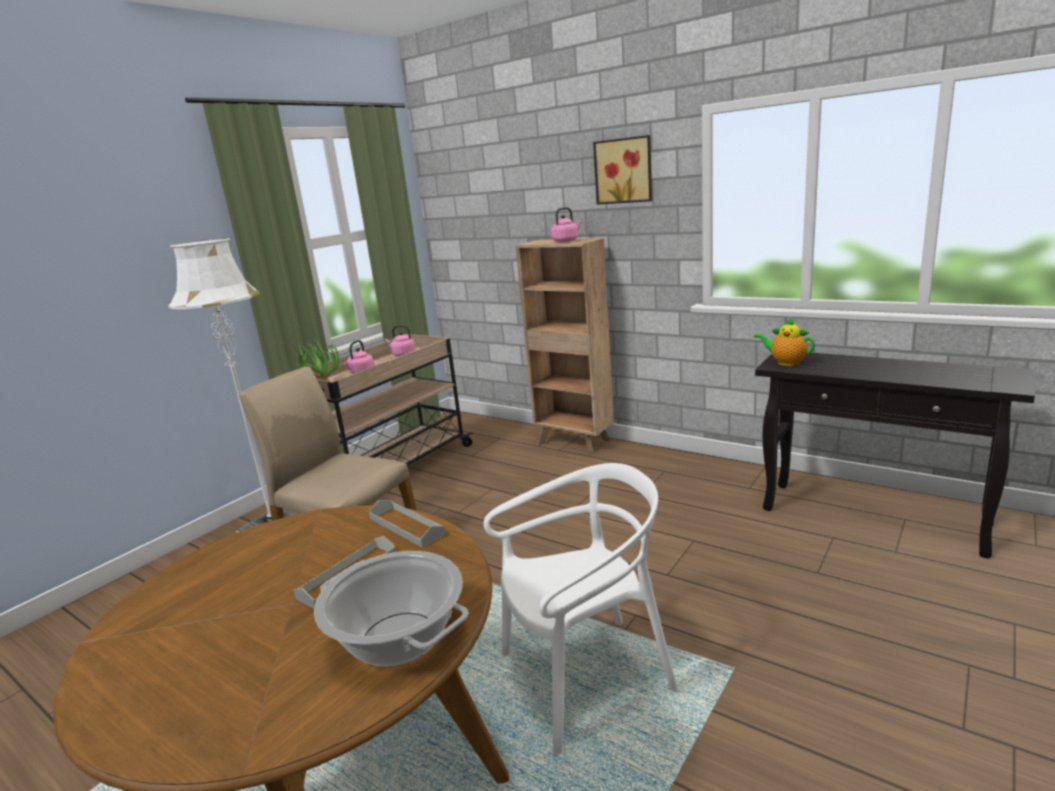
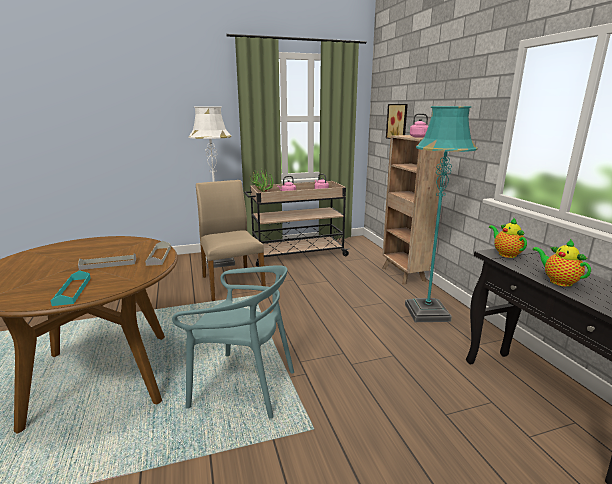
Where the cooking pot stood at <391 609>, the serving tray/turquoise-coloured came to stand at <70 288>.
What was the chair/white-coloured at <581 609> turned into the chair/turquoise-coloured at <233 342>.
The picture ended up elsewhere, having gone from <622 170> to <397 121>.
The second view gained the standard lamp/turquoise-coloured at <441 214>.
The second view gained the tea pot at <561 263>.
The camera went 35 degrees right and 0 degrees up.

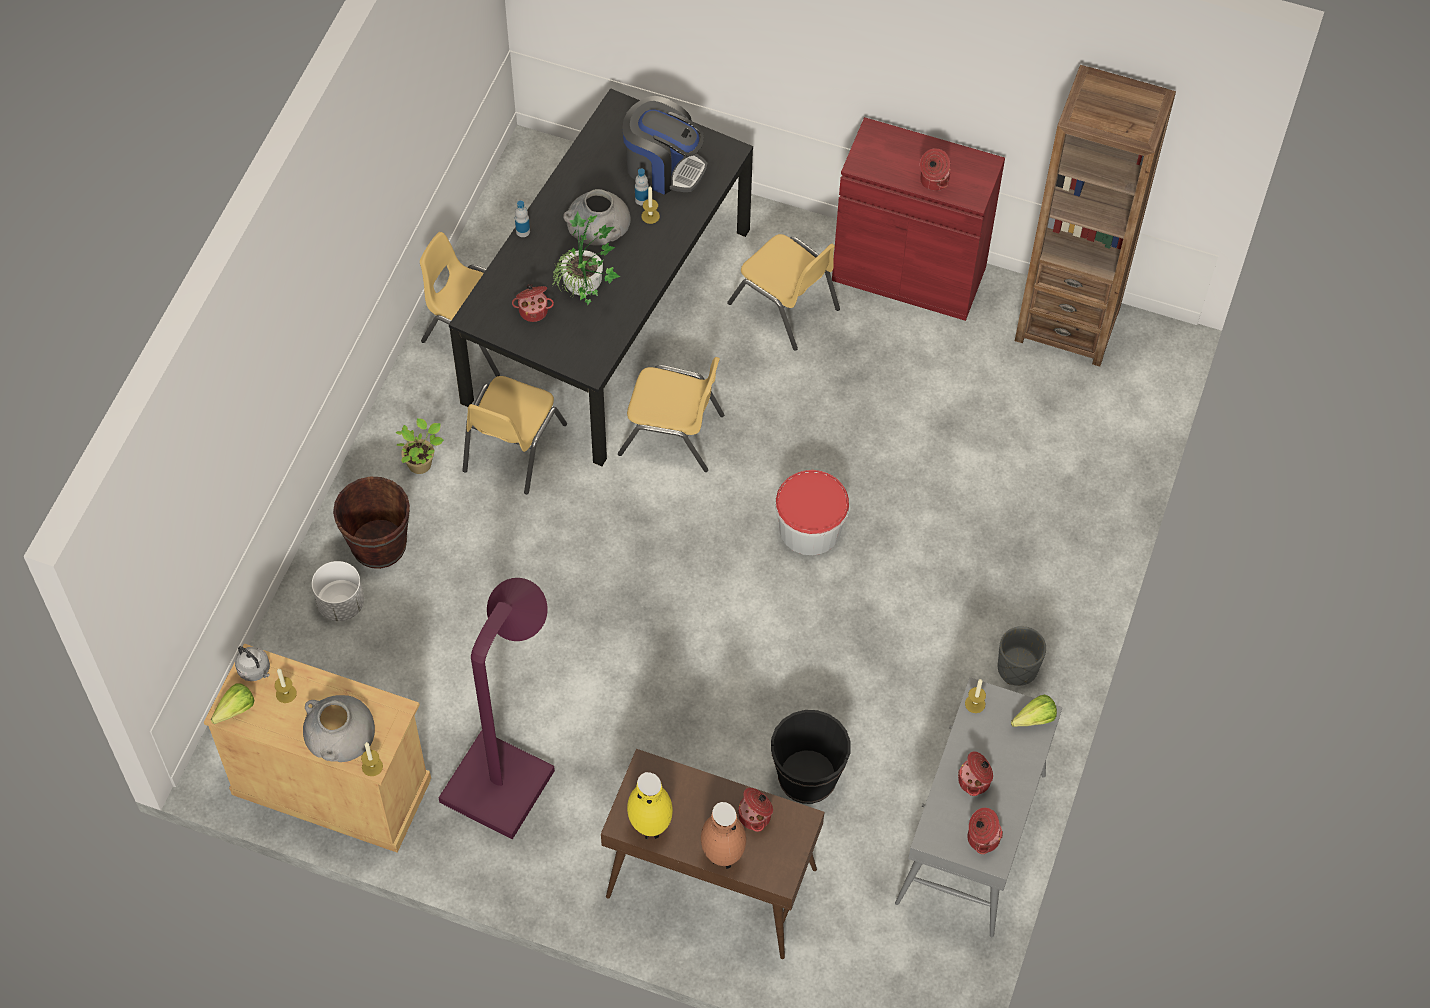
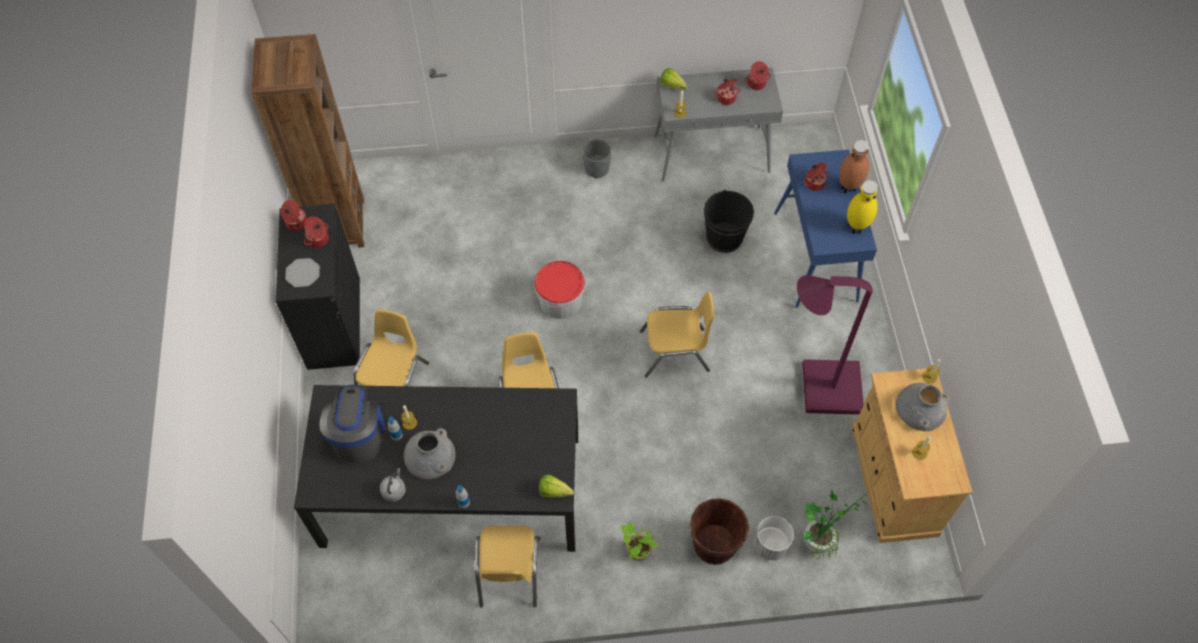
The head of lettuce ended up elsewhere, having gone from <232 703> to <556 486>.
The tea kettle/greyish ended up elsewhere, having gone from <252 663> to <393 485>.
The chair/yellow ended up elsewhere, having gone from <515 435> to <677 335>.
The cooking pot ended up elsewhere, having gone from <533 303> to <294 215>.
The potted plant ended up elsewhere, having gone from <586 258> to <834 525>.
What was the narrow table/brown-coloured at <712 854> turned into the narrow table/blue-coloured at <825 229>.
What was the cabinet/red-coloured at <918 219> turned into the cabinet/blackish at <318 287>.
The second view gained the plate at <302 272>.
The camera went 115 degrees left and 0 degrees up.

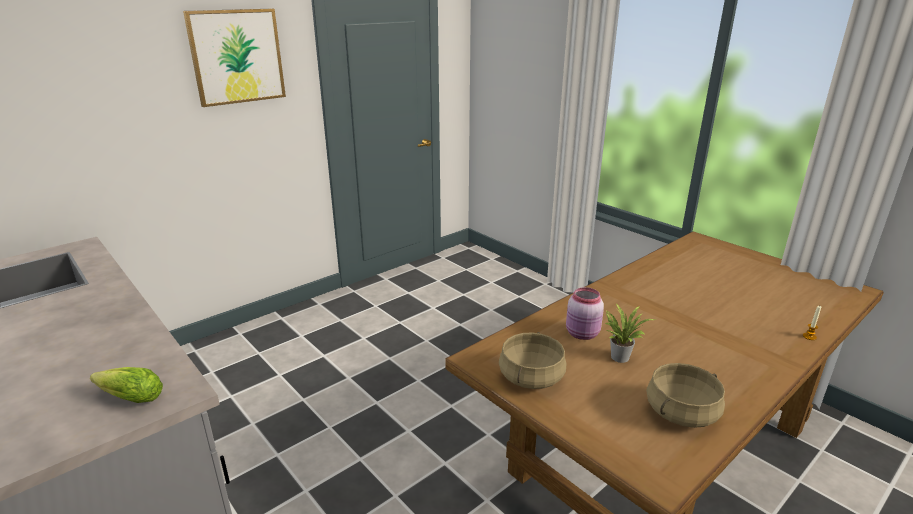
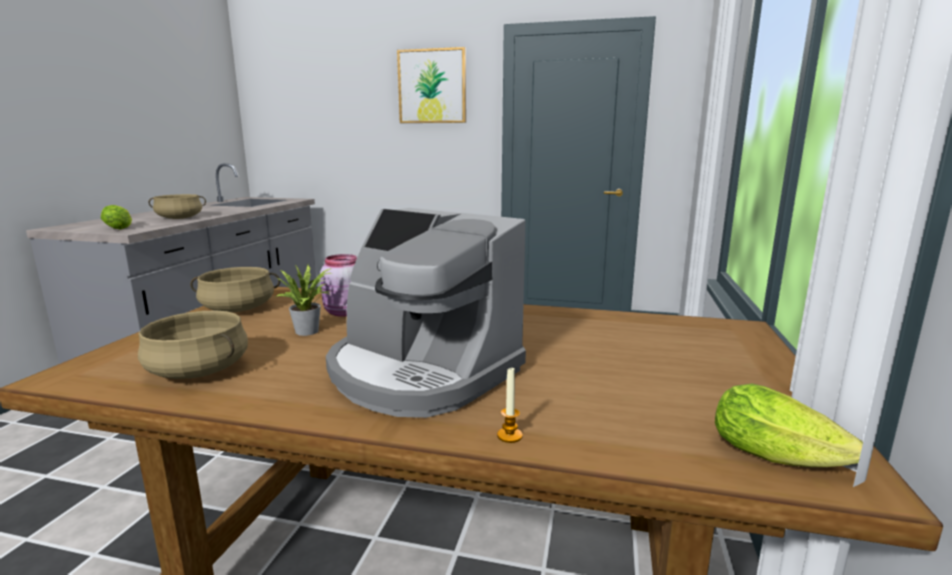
The second view gained the cooking pot/beige at <177 206>.
The second view gained the coffee maker at <426 313>.
The second view gained the head of lettuce at <789 425>.
The camera went 55 degrees right and 10 degrees down.

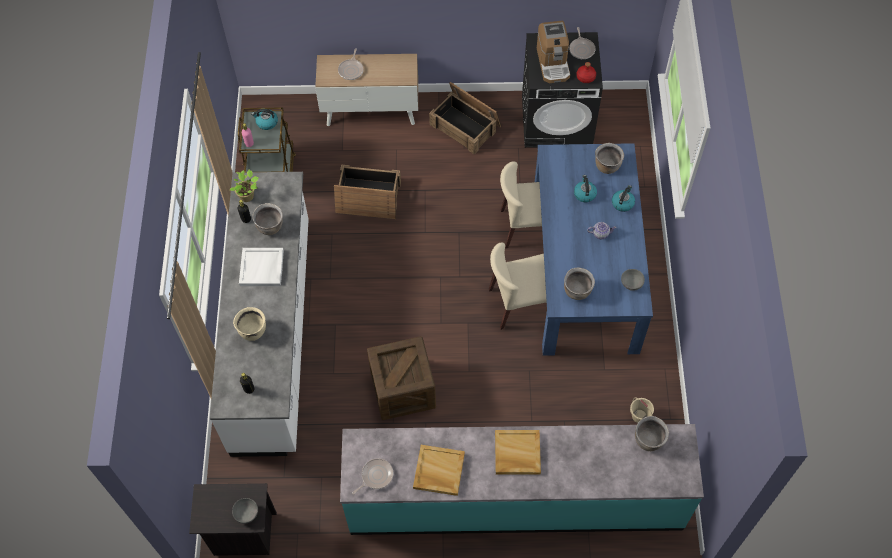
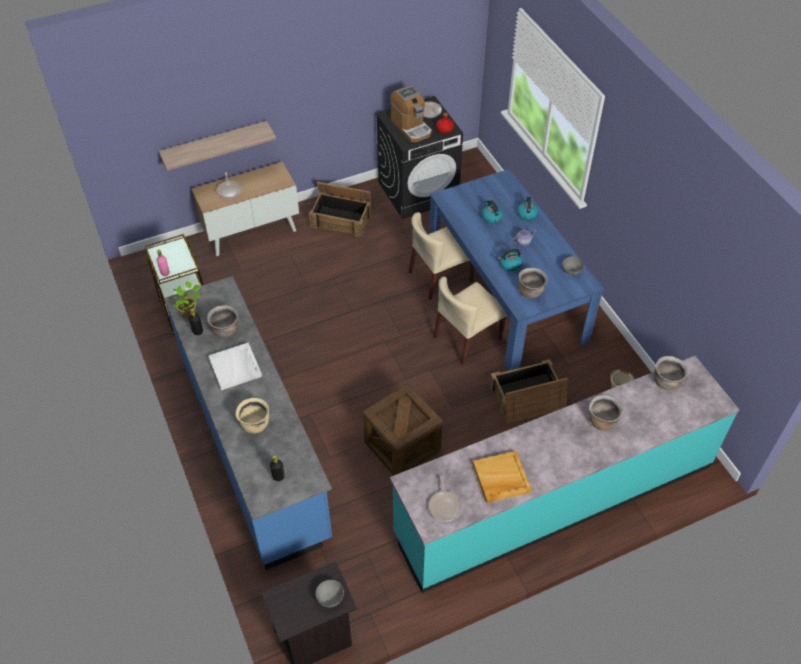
What was the kitchen counter/white-coloured at <259 314> turned into the kitchen counter/blue-coloured at <248 423>.
The tea kettle ended up elsewhere, having gone from <264 119> to <510 260>.
The packing crate ended up elsewhere, having gone from <367 191> to <529 391>.
The skillet at <372 476> ended up facing another way, 150 degrees clockwise from before.
The second view lost the serving tray/beige at <518 452>.
The cooking pot/brown-coloured ended up elsewhere, having gone from <609 158> to <606 413>.
The second view gained the wall shelf at <217 146>.
The camera went 25 degrees left and 10 degrees down.

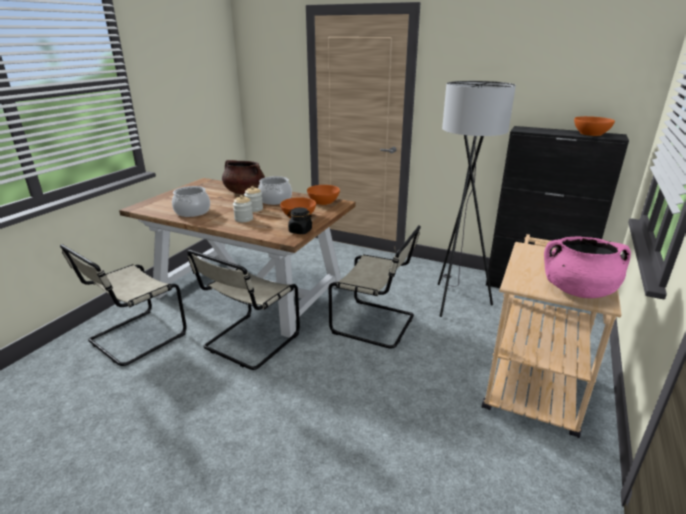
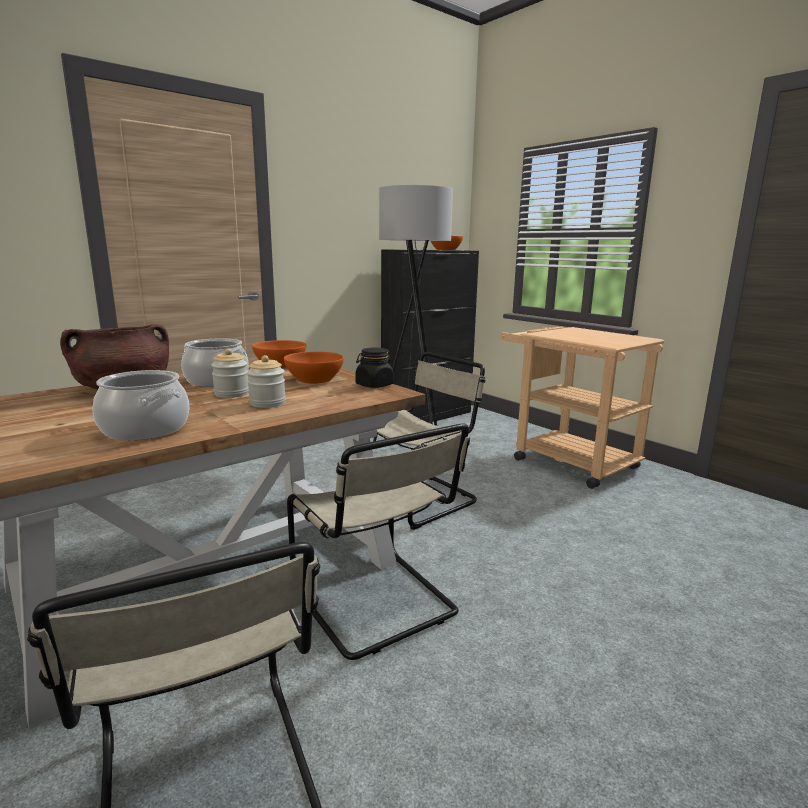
The second view lost the cooking pot/pink-coloured at <587 267>.
The camera went 65 degrees left and 10 degrees down.

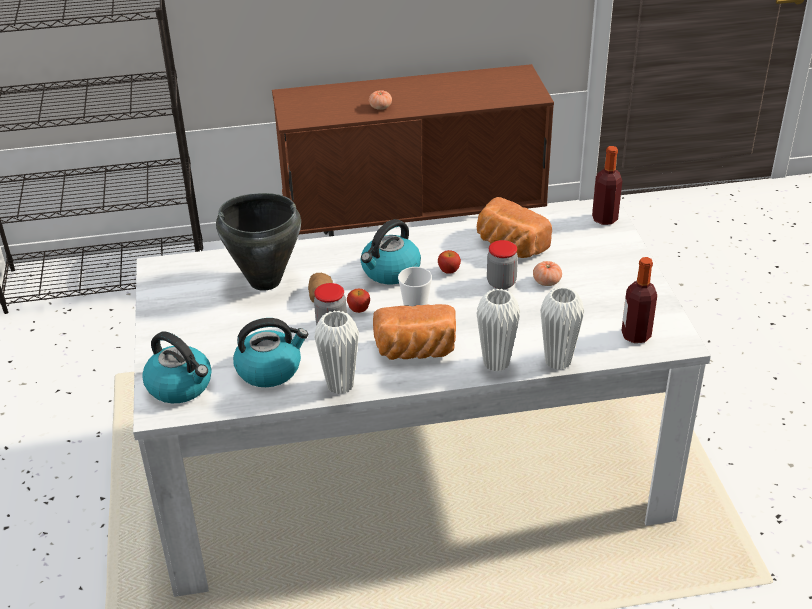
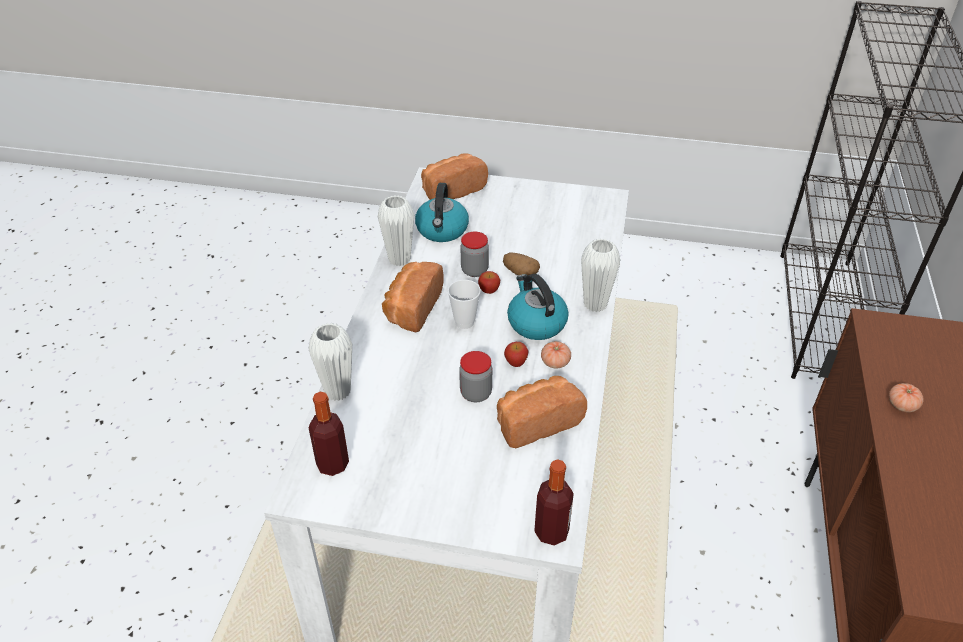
Where the tea kettle stood at <177 367>, the bakery bread came to stand at <454 176>.
The second view lost the cooking pot/blackish at <258 242>.
The vase/white-coloured ended up elsewhere, having gone from <498 330> to <600 275>.
The whole tomato ended up elsewhere, having gone from <547 273> to <556 355>.
The camera went 110 degrees right and 5 degrees up.

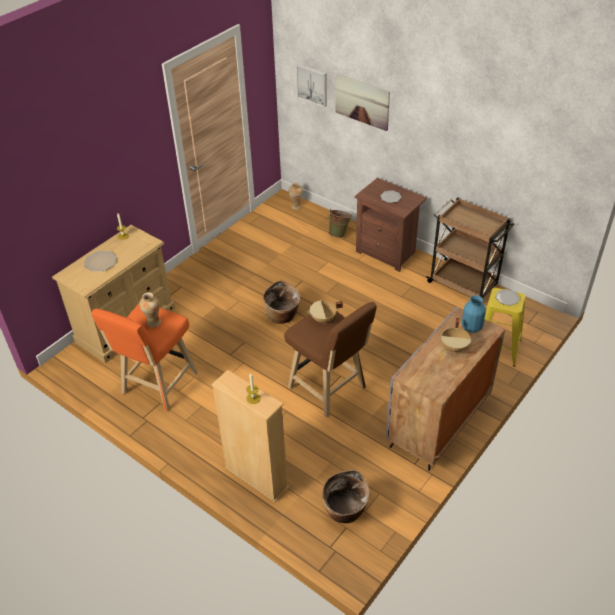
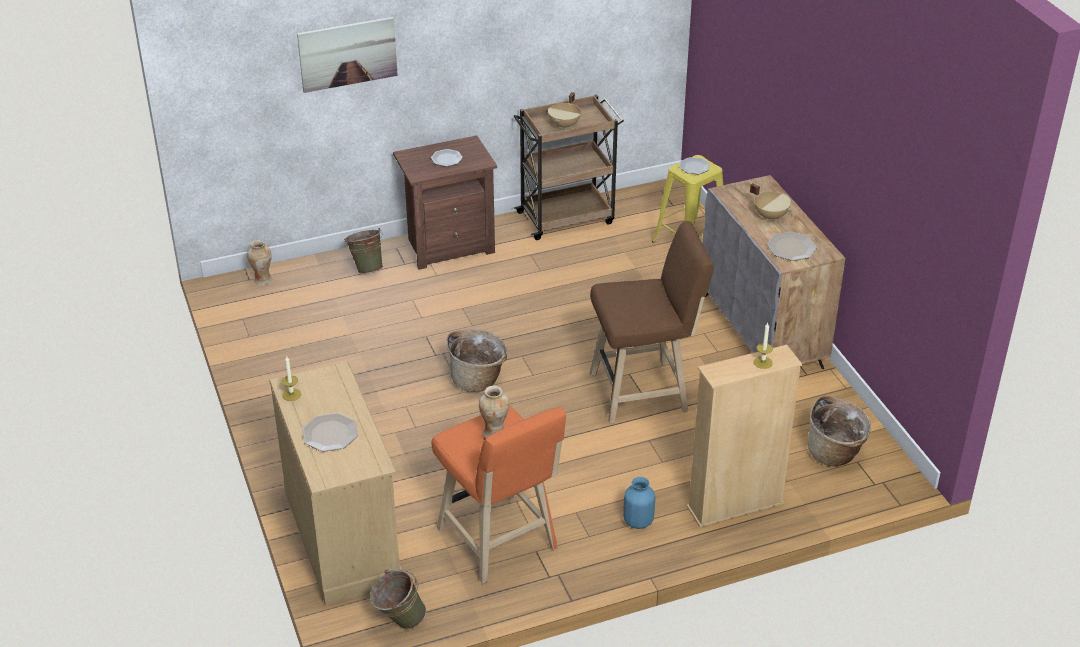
The second view lost the picture at <311 85>.
The cooking pot/beige ended up elsewhere, having gone from <324 312> to <564 110>.
The vase/blue-coloured ended up elsewhere, having gone from <474 314> to <639 503>.
The second view gained the bucket/green at <398 599>.
The second view gained the plate at <792 246>.
The camera went 60 degrees left and 5 degrees down.

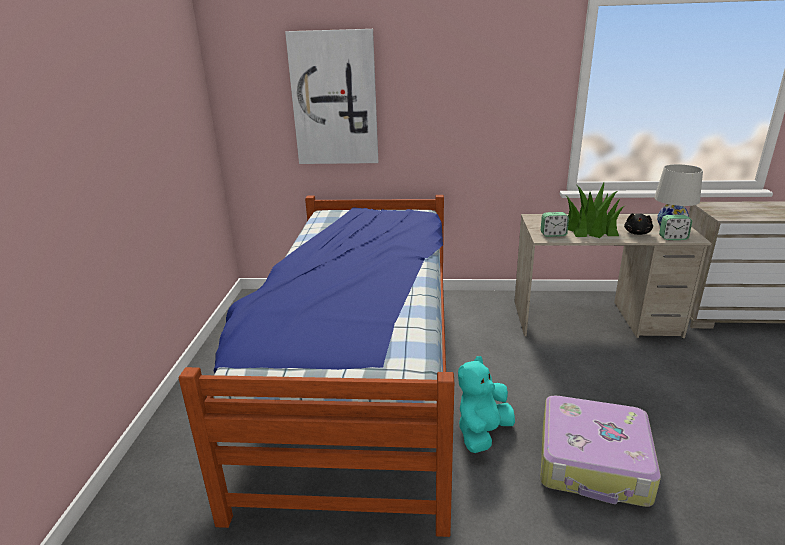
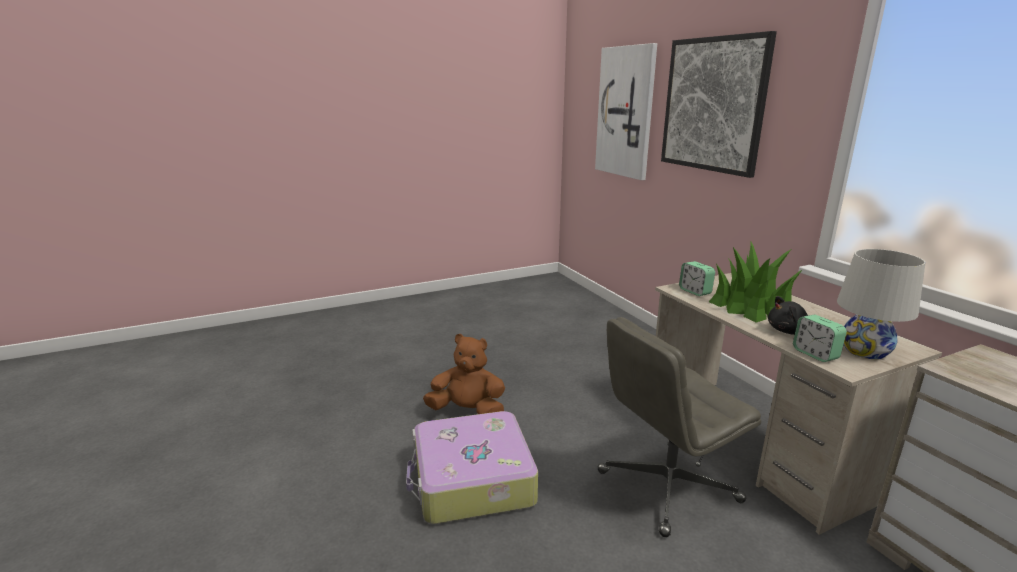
The second view lost the bedroom bed at <316 366>.
What was the soft toy/turquoise-coloured at <486 404> turned into the soft toy/brown-coloured at <464 374>.
The second view gained the computer chair/greyish at <679 427>.
The second view gained the picture at <719 104>.
The camera went 60 degrees right and 5 degrees down.

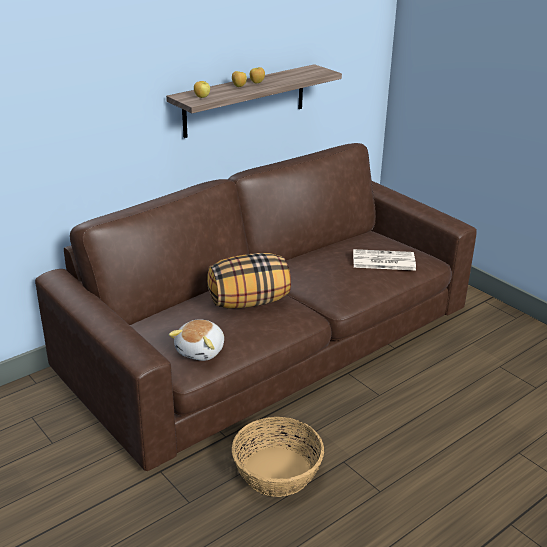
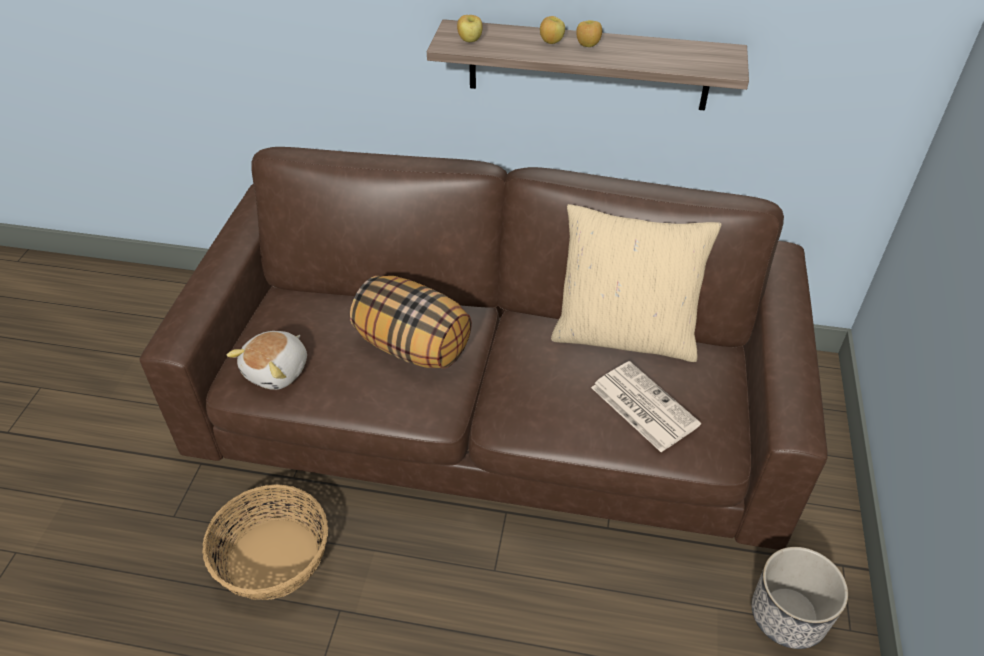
The soft toy at <196 340> ended up facing another way, 45 degrees counterclockwise from before.
The second view gained the throw pillow/beige at <636 283>.
The second view gained the planter at <799 598>.
The camera went 50 degrees right and 15 degrees up.

